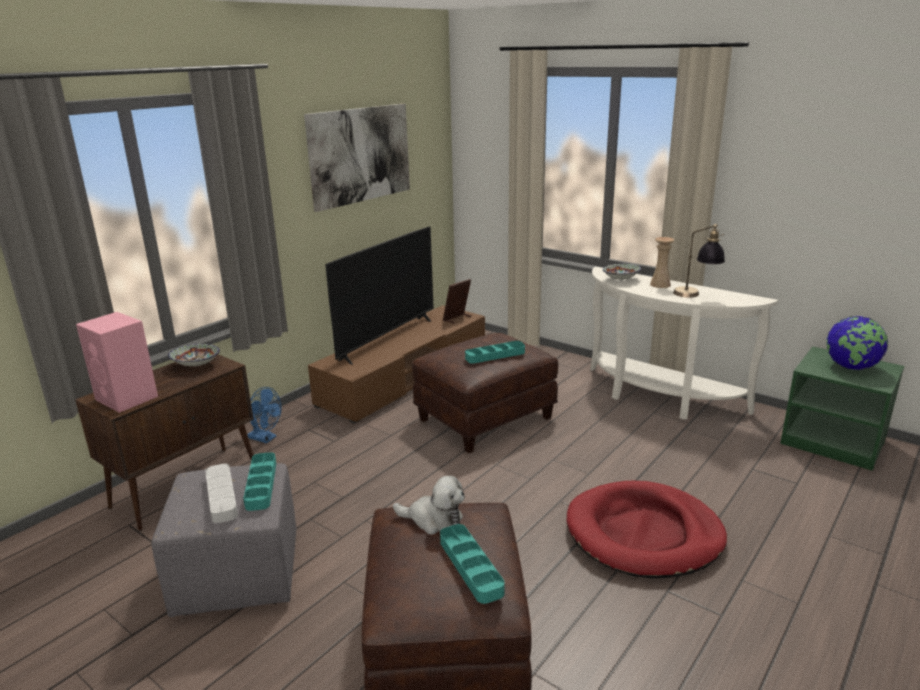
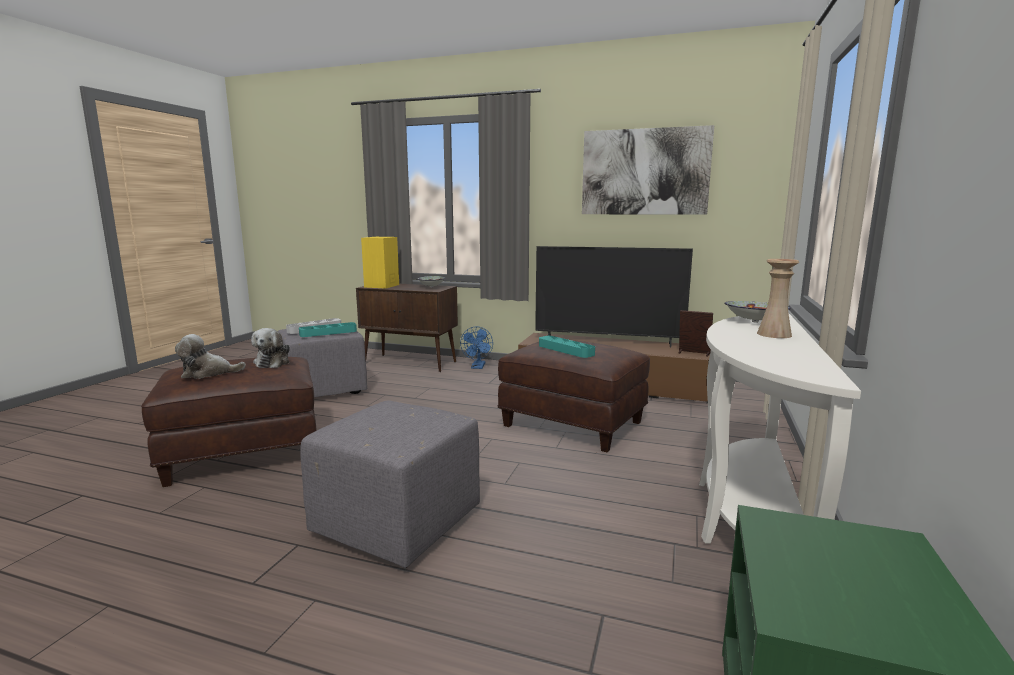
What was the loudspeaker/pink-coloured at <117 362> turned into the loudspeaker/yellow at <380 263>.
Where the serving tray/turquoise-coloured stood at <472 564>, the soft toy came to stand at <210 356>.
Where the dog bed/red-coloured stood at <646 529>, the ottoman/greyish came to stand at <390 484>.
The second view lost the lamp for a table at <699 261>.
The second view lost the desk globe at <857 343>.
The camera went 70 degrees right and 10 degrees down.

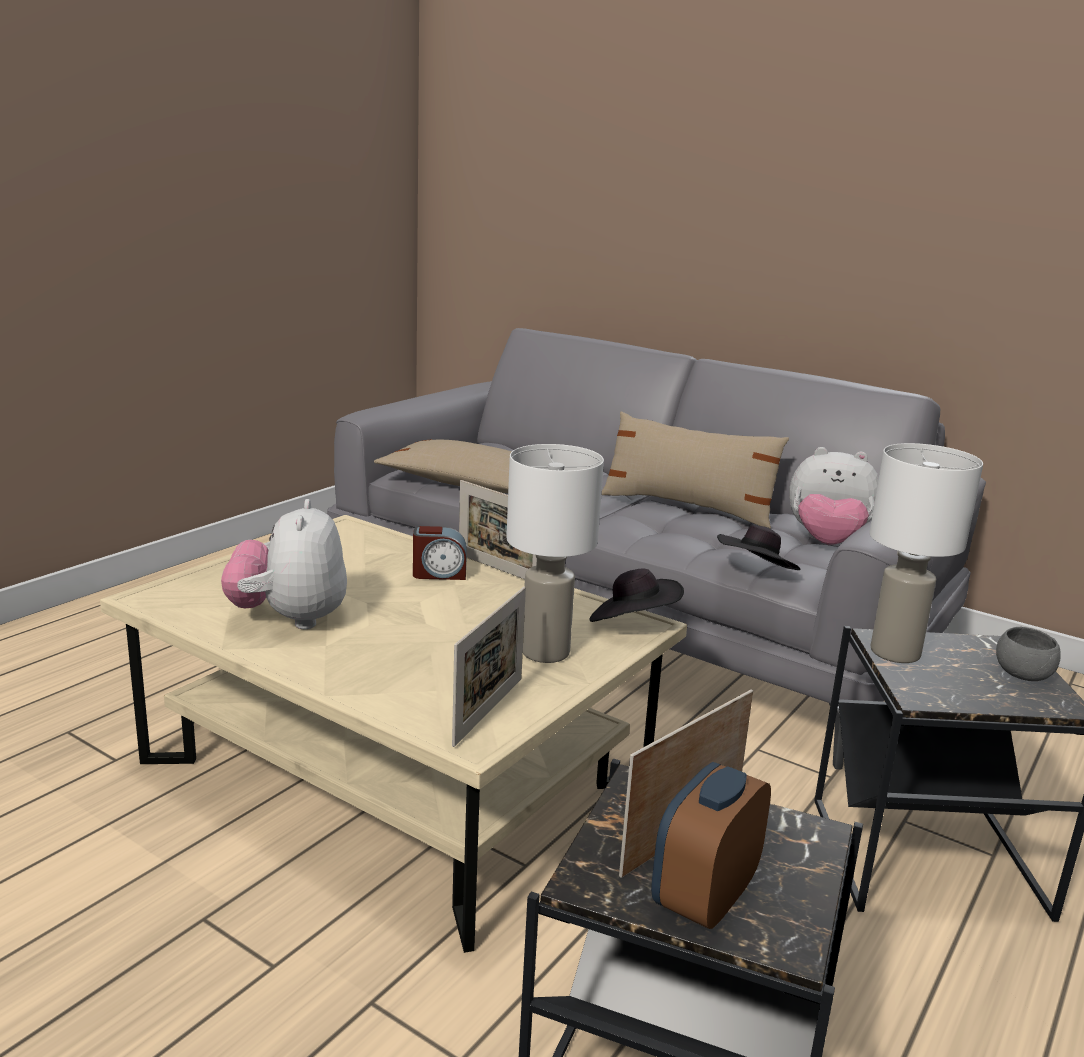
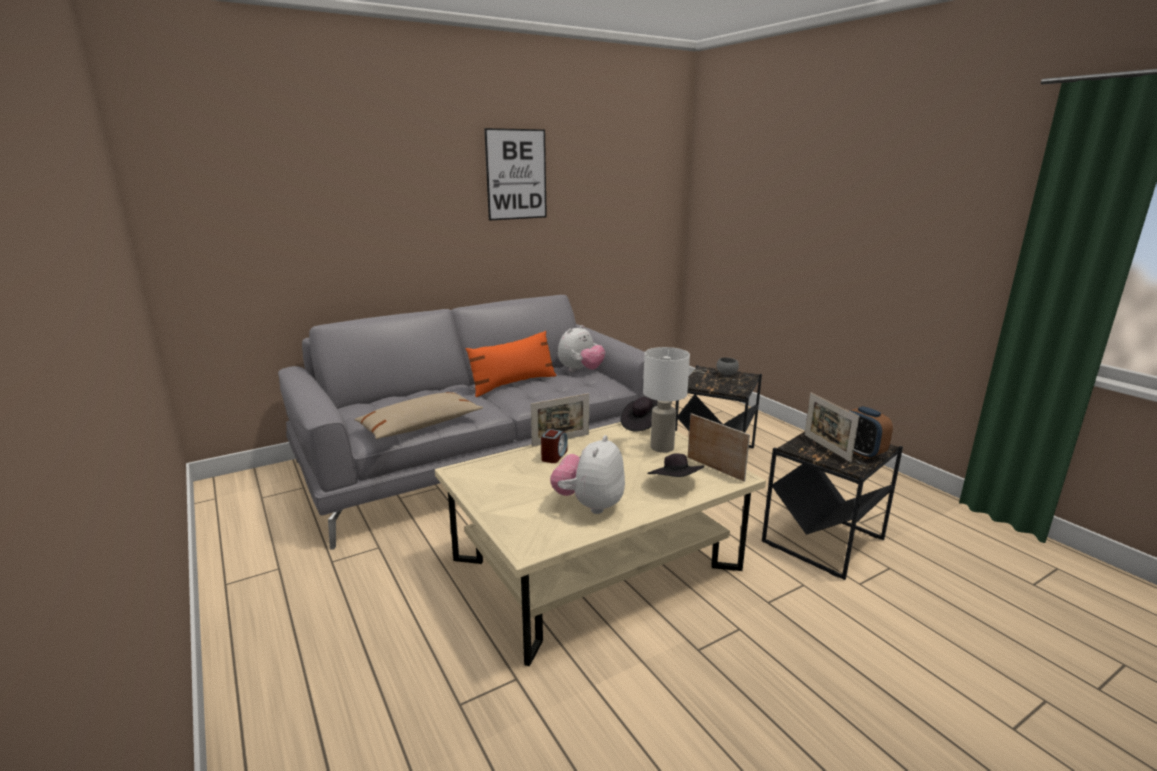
The soft toy at <284 564> ended up facing another way, 90 degrees clockwise from before.
What was the throw pillow/beige at <695 470> turned into the throw pillow/orange at <511 364>.
The hat/blackish ended up elsewhere, having gone from <759 547> to <675 465>.
The second view lost the lamp for a table/white-coloured at <926 553>.
The second view gained the picture at <515 174>.
The camera went 65 degrees left and 0 degrees up.

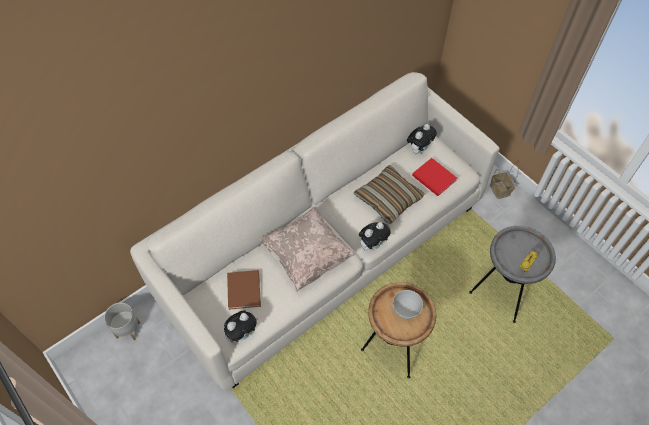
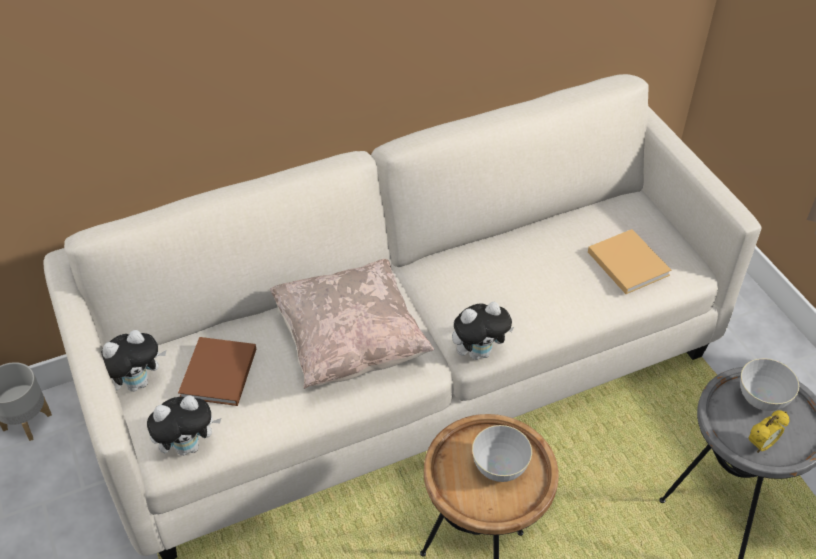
The second view lost the throw pillow at <389 194>.
The soft toy ended up elsewhere, having gone from <422 139> to <133 361>.
What was the book/red-coloured at <434 177> turned into the book/beige at <629 261>.
The second view lost the basket at <504 181>.
The second view gained the serving bowl/greyish at <769 384>.
The camera went 15 degrees right and 10 degrees down.

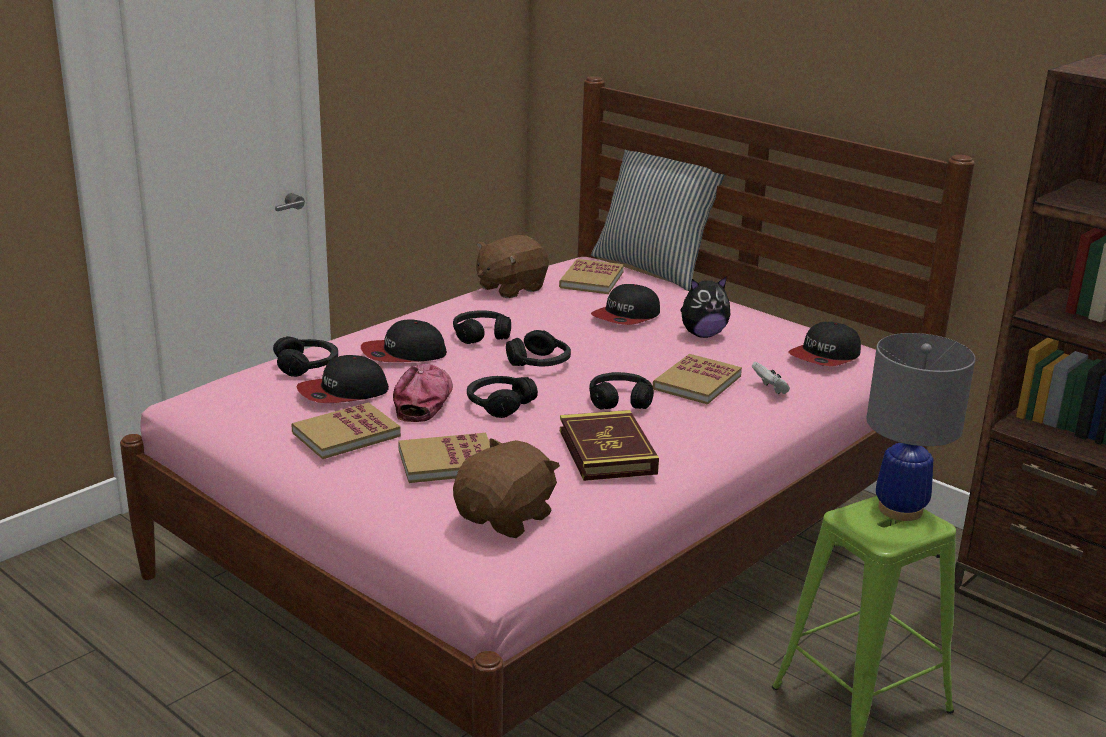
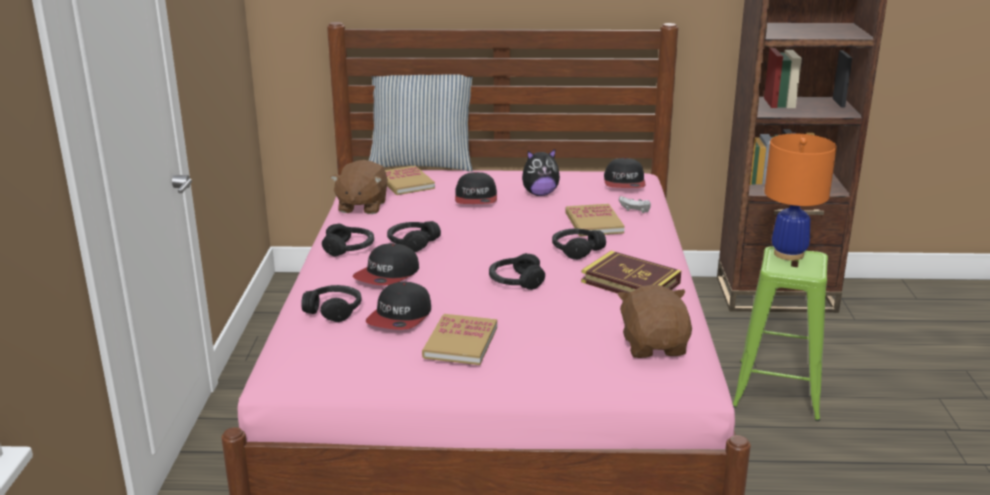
The second view lost the cap at <423 393>.
The second view lost the book at <444 458>.
The pair of headphones/blackish ended up elsewhere, having gone from <538 348> to <348 239>.
The soft toy at <705 307> ended up facing another way, 45 degrees clockwise from before.
What was the lamp for a table/greyish at <921 427> turned into the lamp for a table/orange at <800 197>.
The camera went 40 degrees left and 0 degrees up.

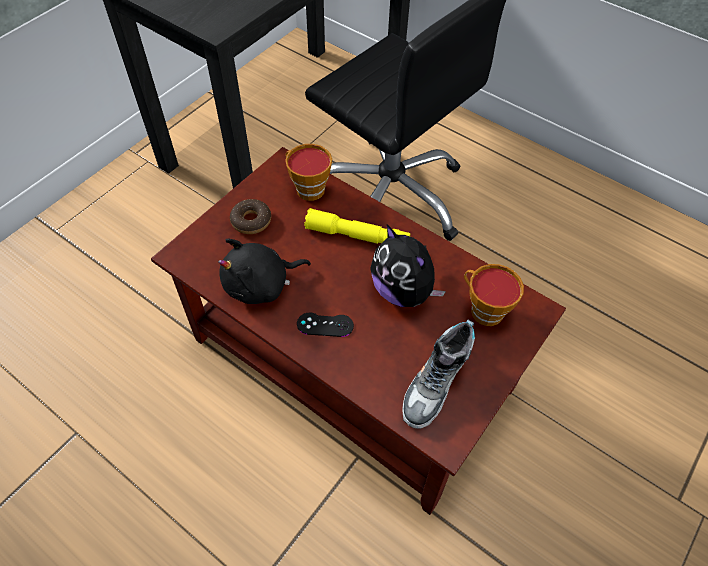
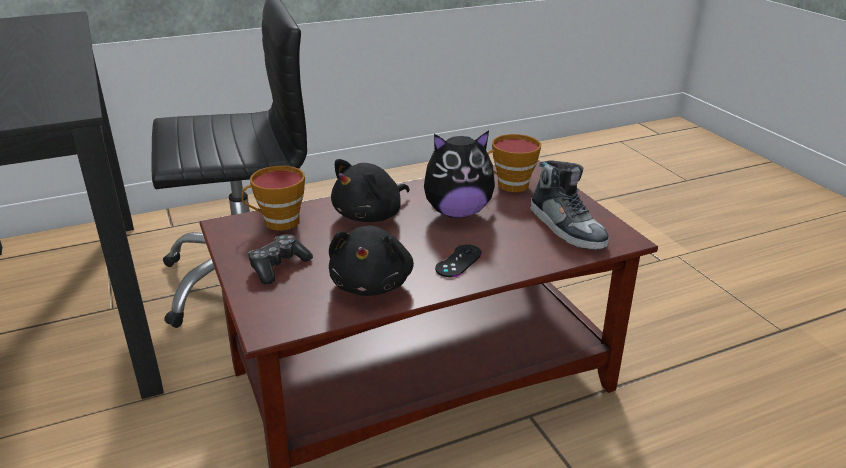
Where the ring doughnut stood at <250 216>, the gamepad came to stand at <280 259>.
Where the flashlight/yellow stood at <357 226>, the soft toy/blackish came to stand at <370 190>.
The camera went 60 degrees left and 25 degrees down.

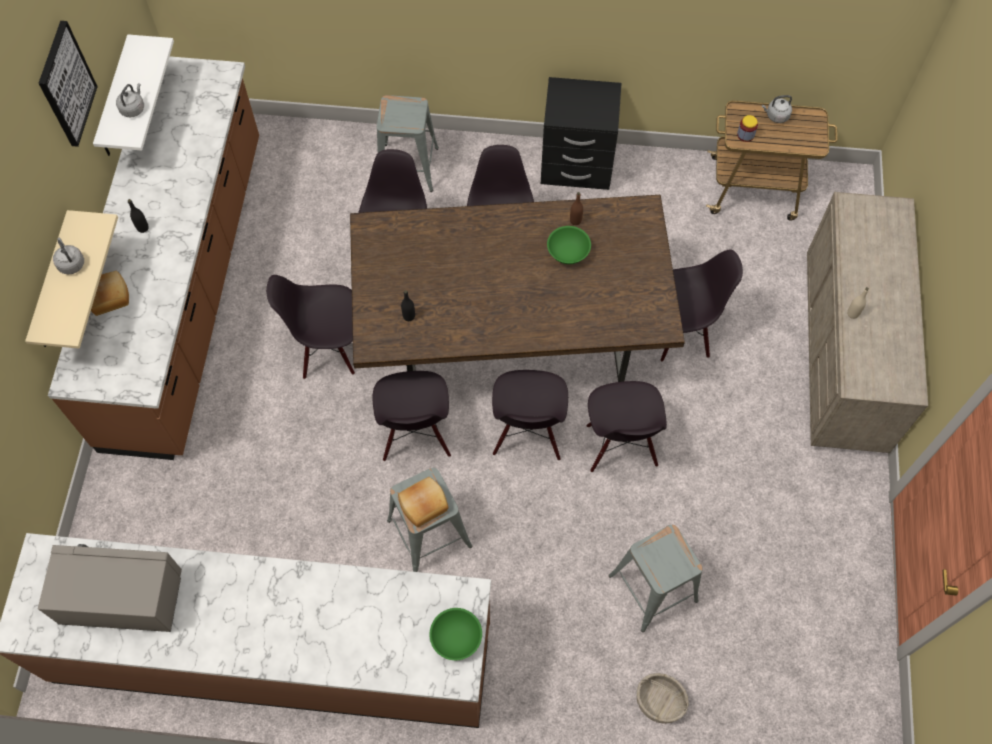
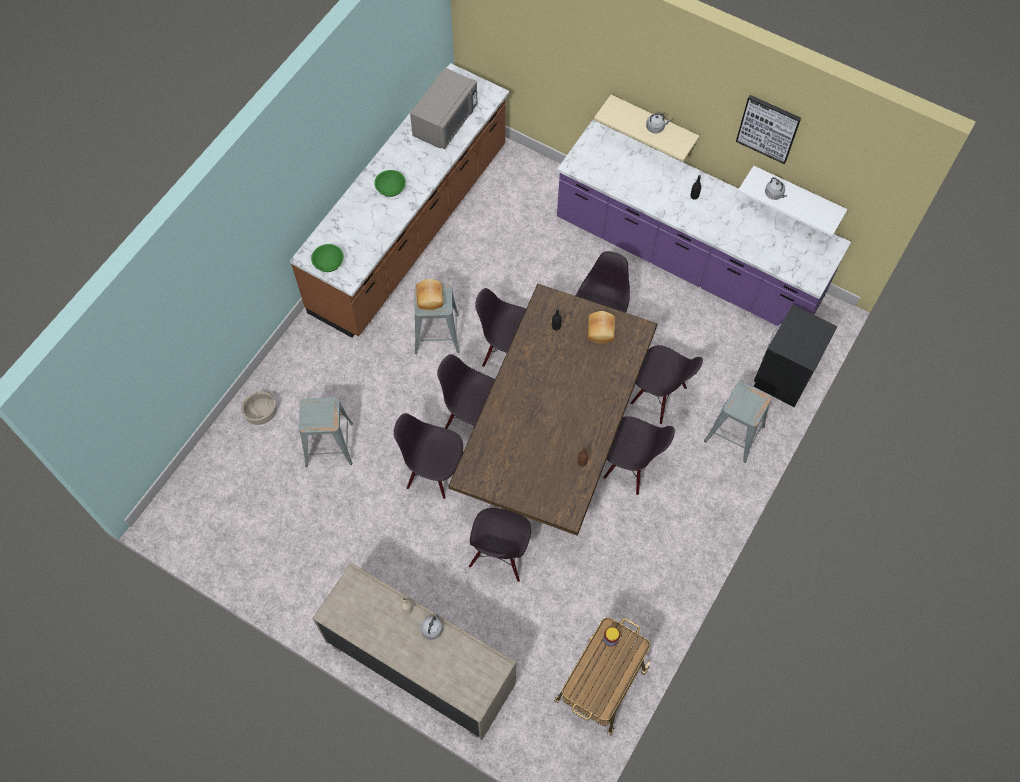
What was the kitchen counter/brown-coloured at <153 258> turned into the kitchen counter/purple at <704 223>.
The bakery bread ended up elsewhere, having gone from <110 293> to <601 327>.
The nightstand/blackish ended up elsewhere, having gone from <581 133> to <796 356>.
The serving bowl/green ended up elsewhere, having gone from <569 245> to <390 183>.
The tea kettle/greyish ended up elsewhere, having gone from <777 109> to <432 625>.
The camera went 115 degrees right and 0 degrees up.

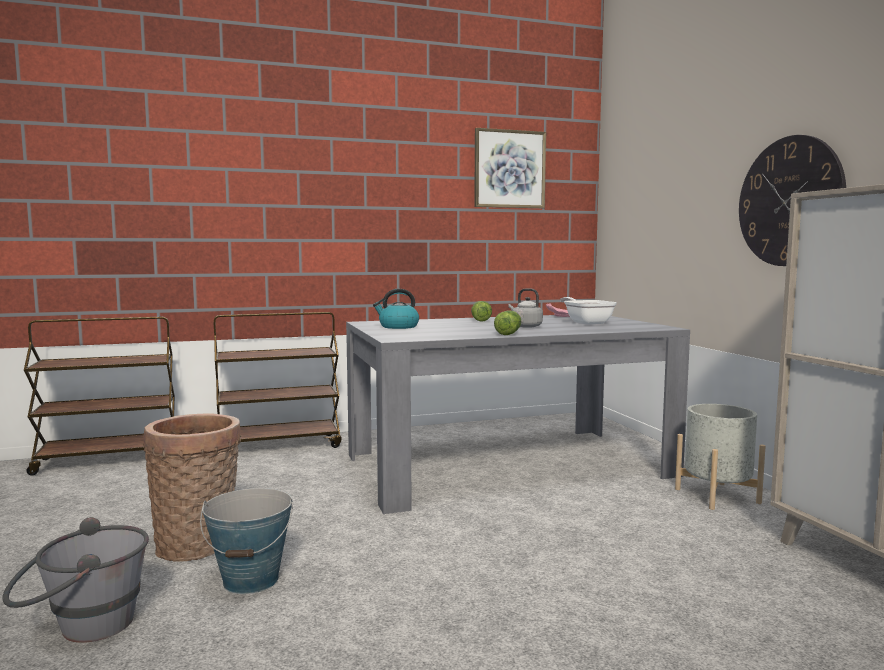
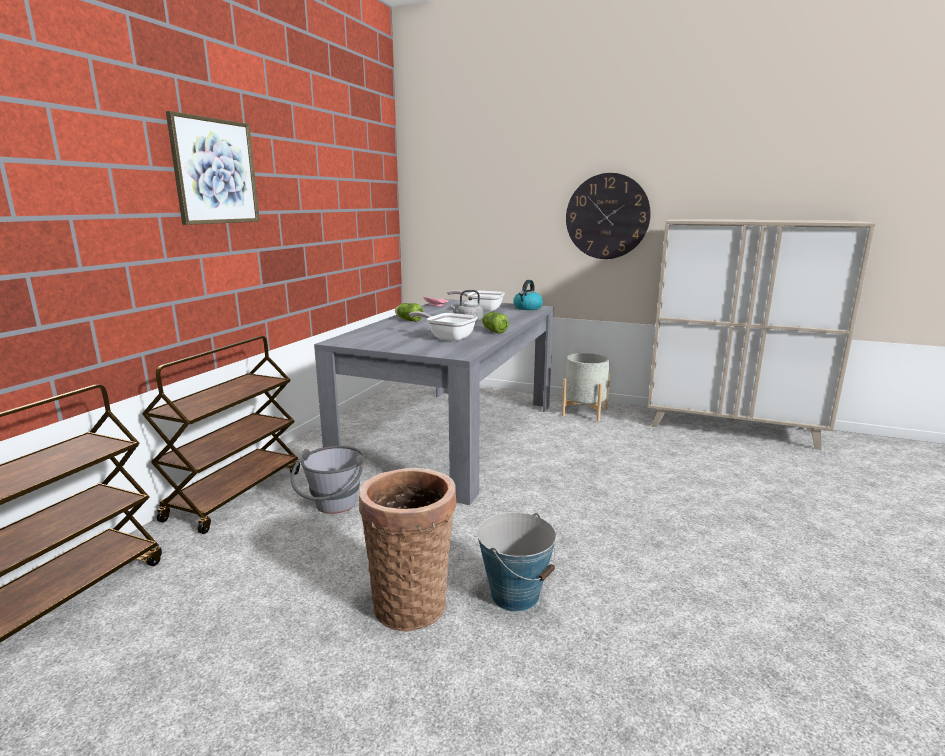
The bucket/greyish ended up elsewhere, having gone from <75 580> to <327 480>.
The tea kettle ended up elsewhere, having gone from <396 309> to <528 295>.
The picture ended up elsewhere, having gone from <510 168> to <213 168>.
The second view gained the skillet at <443 326>.
The camera went 50 degrees left and 10 degrees up.

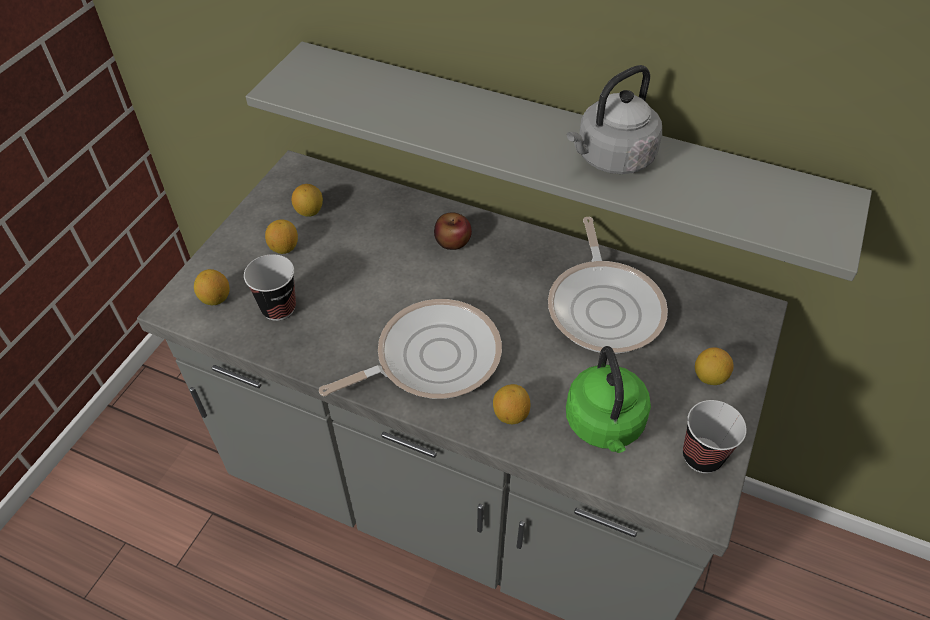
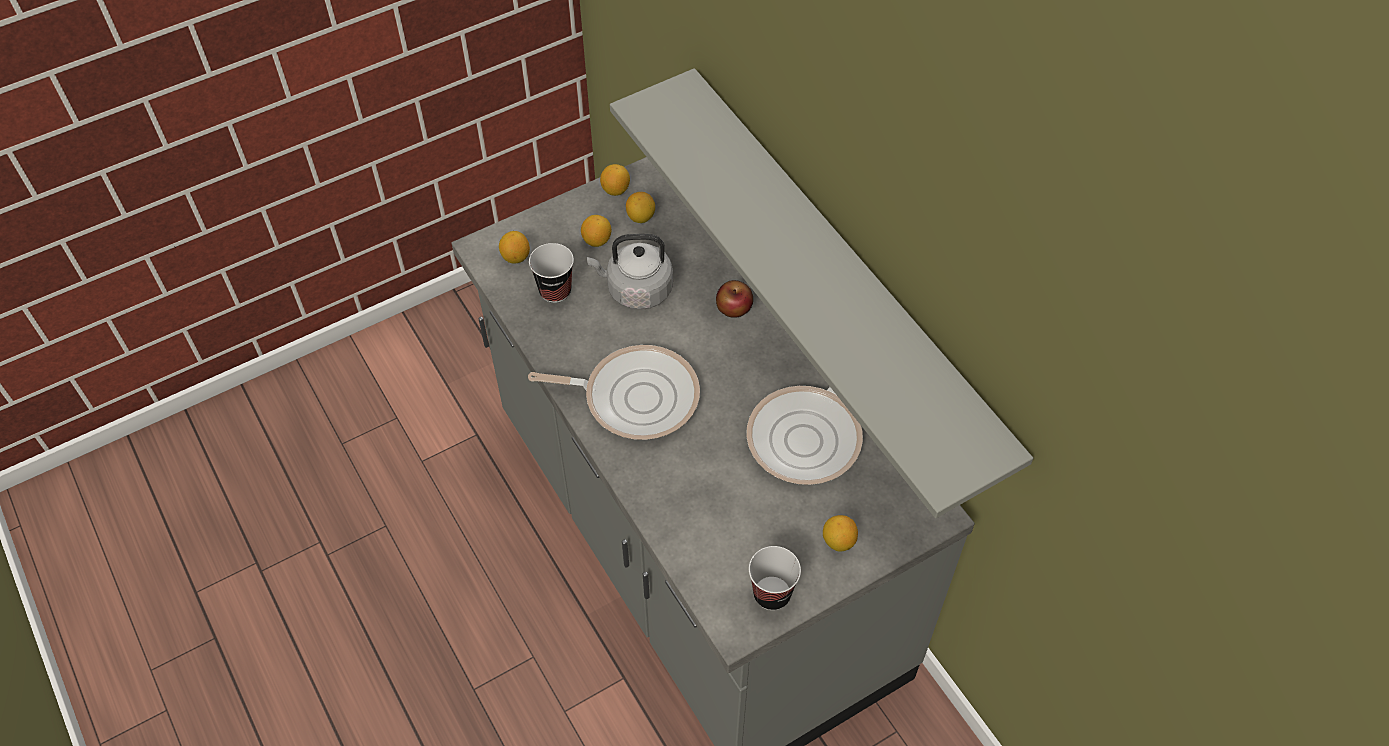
The whole lemon ended up elsewhere, having gone from <511 404> to <615 180>.
The second view lost the tea kettle/green at <608 399>.
The tea kettle/greyish ended up elsewhere, having gone from <614 119> to <630 272>.
The camera went 35 degrees right and 5 degrees up.

